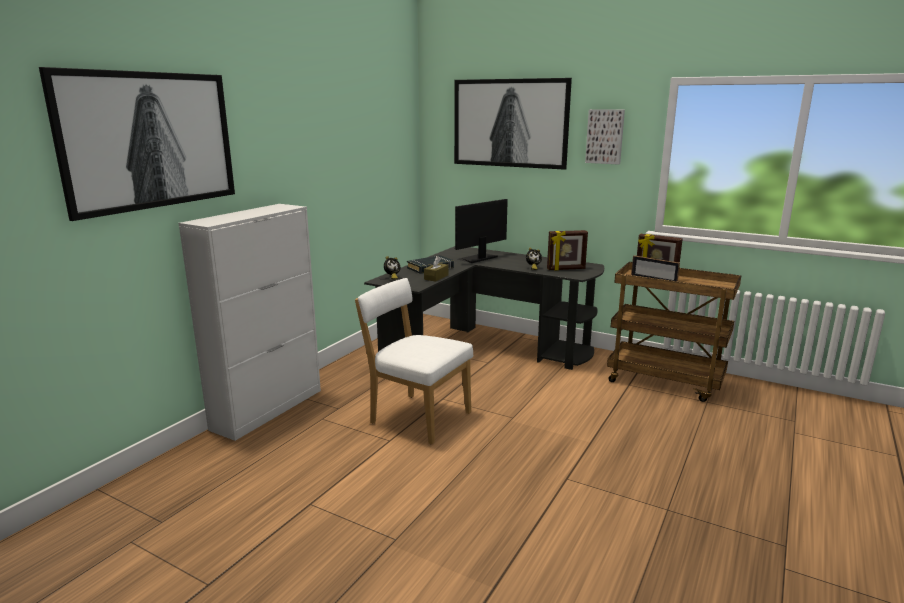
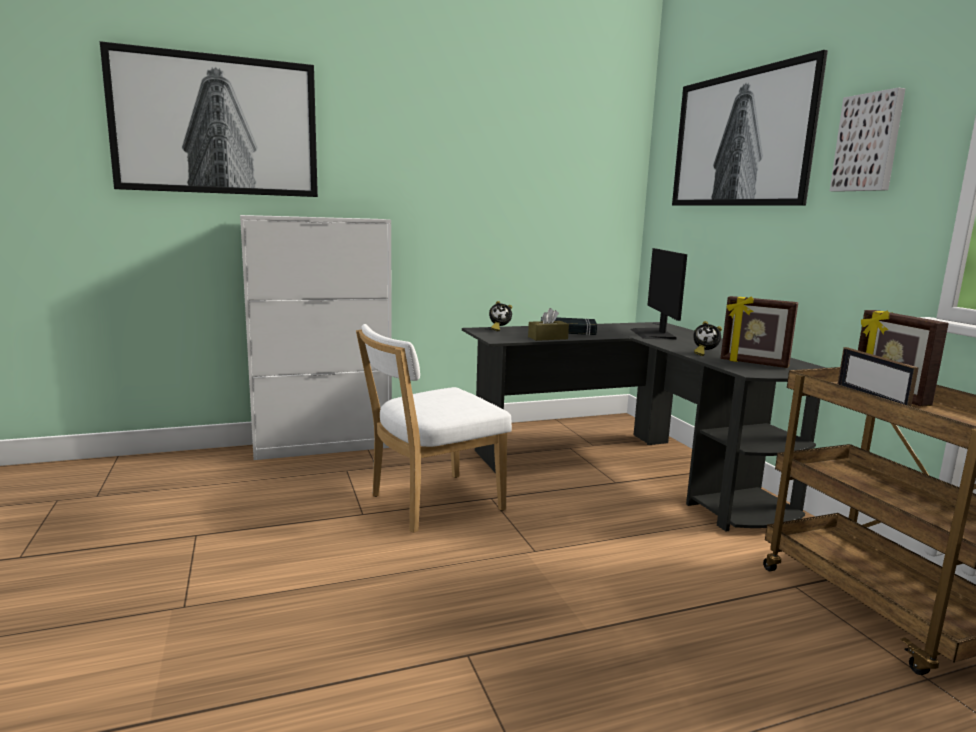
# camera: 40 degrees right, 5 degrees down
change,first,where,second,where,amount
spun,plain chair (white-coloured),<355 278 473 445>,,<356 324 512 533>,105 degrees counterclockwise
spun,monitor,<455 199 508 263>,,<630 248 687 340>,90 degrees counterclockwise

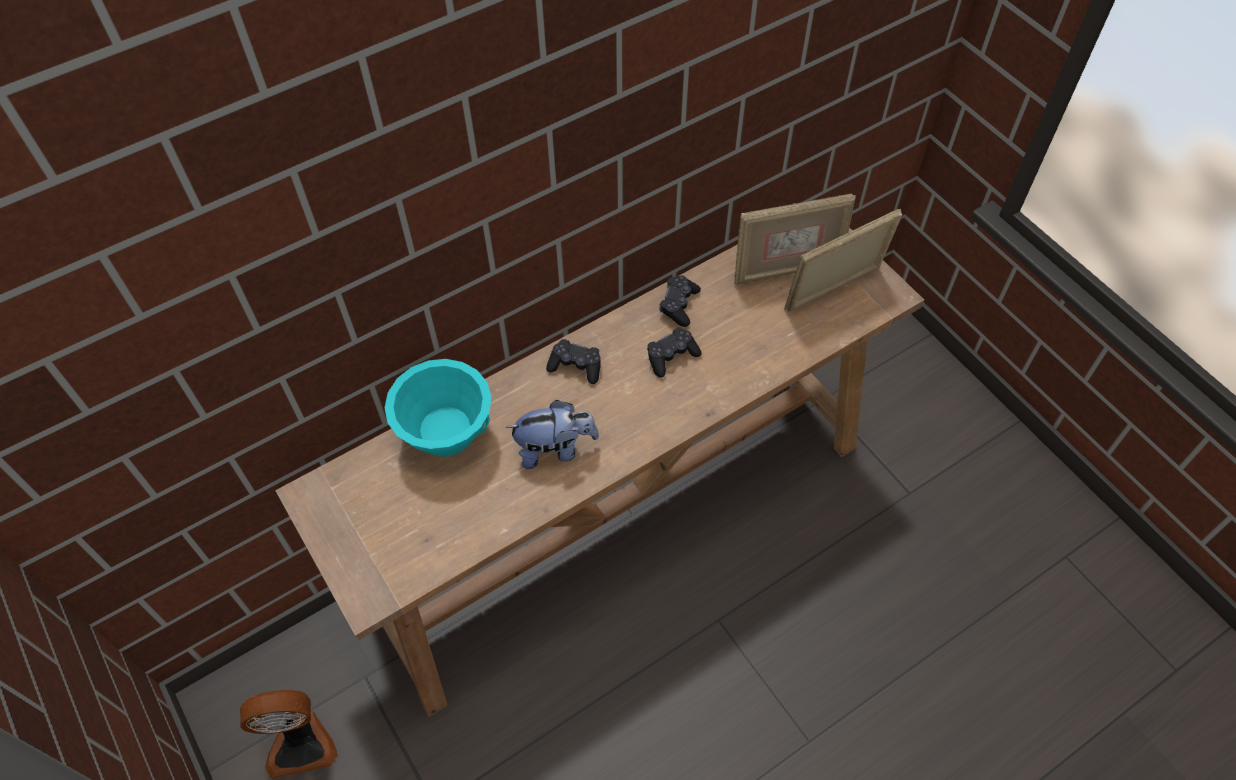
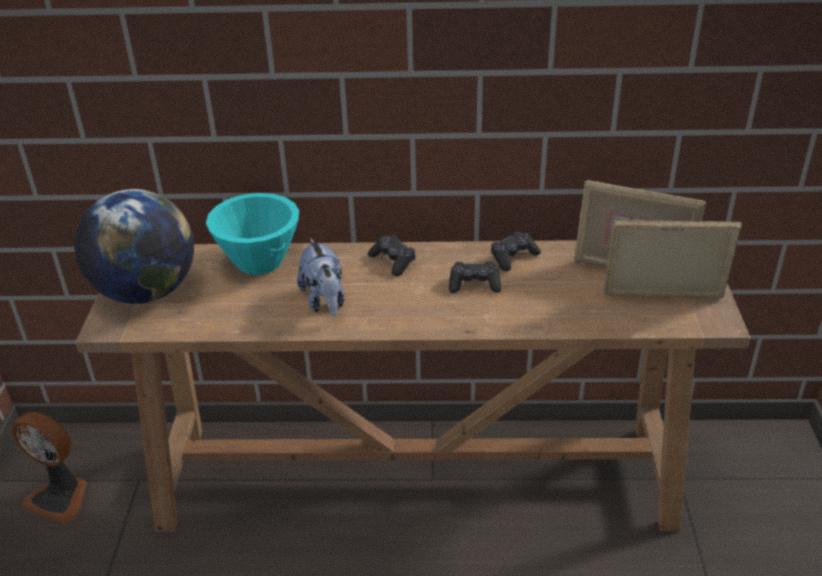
# camera: 35 degrees right, 20 degrees down
change,first,where,second,where,amount
spun,cuddly toy,<506 400 599 469>,,<297 238 345 316>,45 degrees clockwise
appeared,,,world globe,<74 189 194 304>,

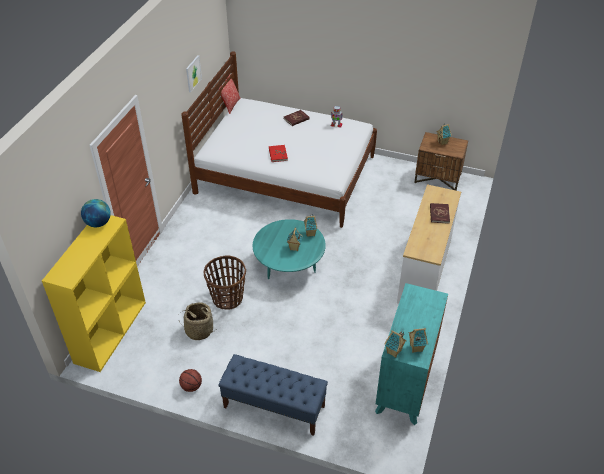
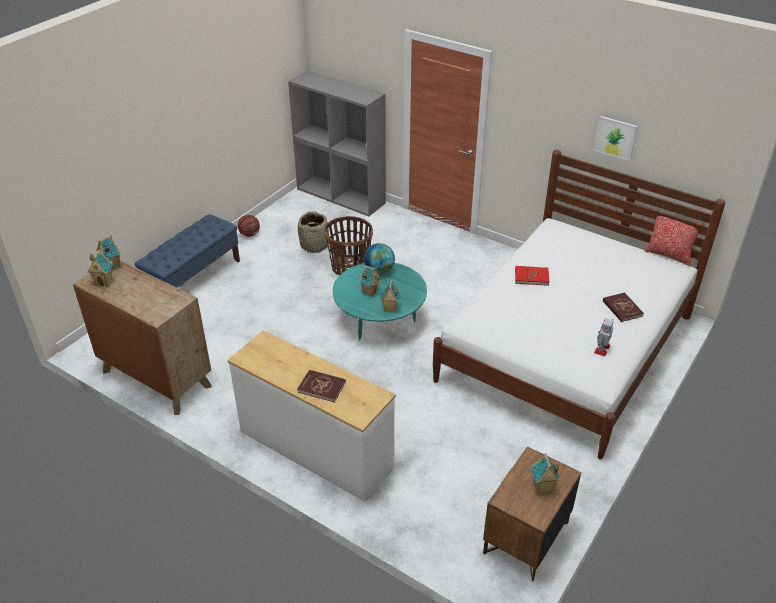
# camera: 105 degrees right, 5 degrees down
change,first,where,second,where,amount
colour,bookshelf (yellowish),<42 215 146 372>,bookshelf (greyish),<288 70 386 217>,
relocated,world globe,<81 199 111 227>,,<364 243 395 274>,
colour,drawer chest (blue-green),<375 283 448 425>,drawer chest (brownish),<73 260 212 415>,

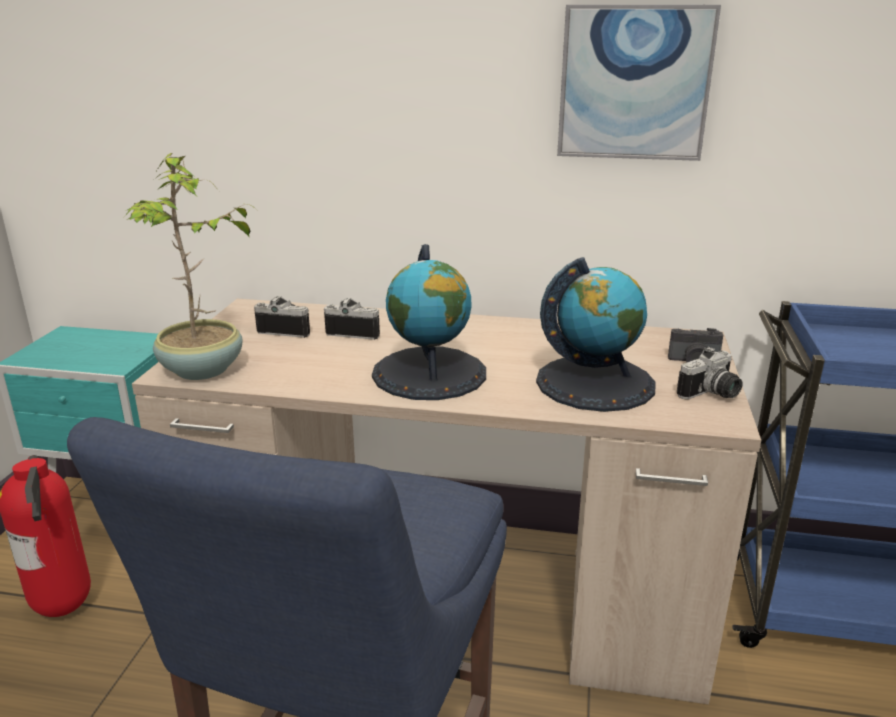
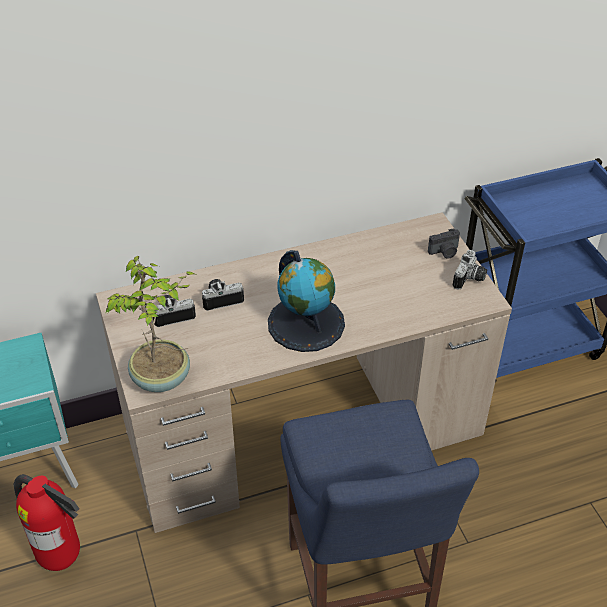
# camera: 30 degrees left, 20 degrees up
change,first,where,second,where,amount
missing,world globe,<536 257 655 412>,,,
missing,wall picture,<557 4 721 161>,,,

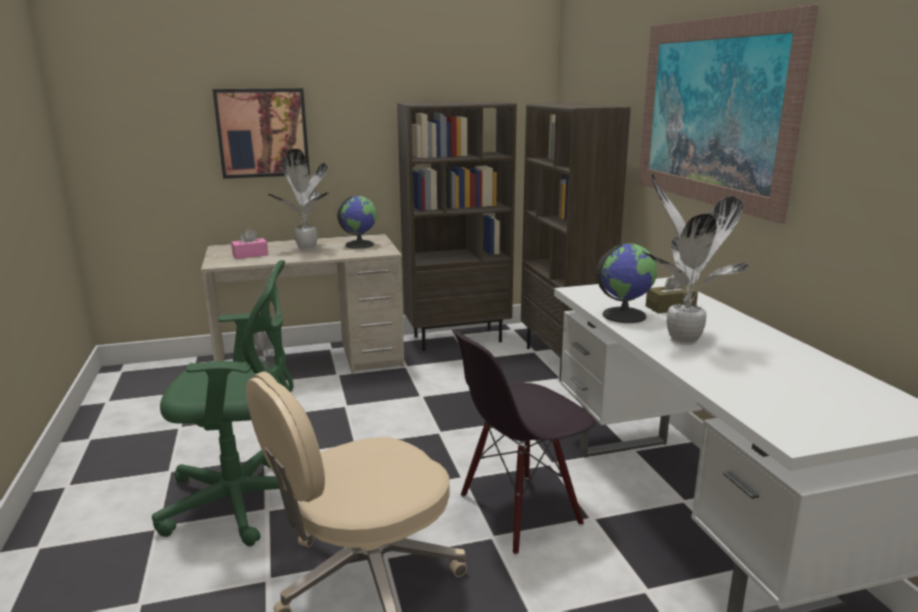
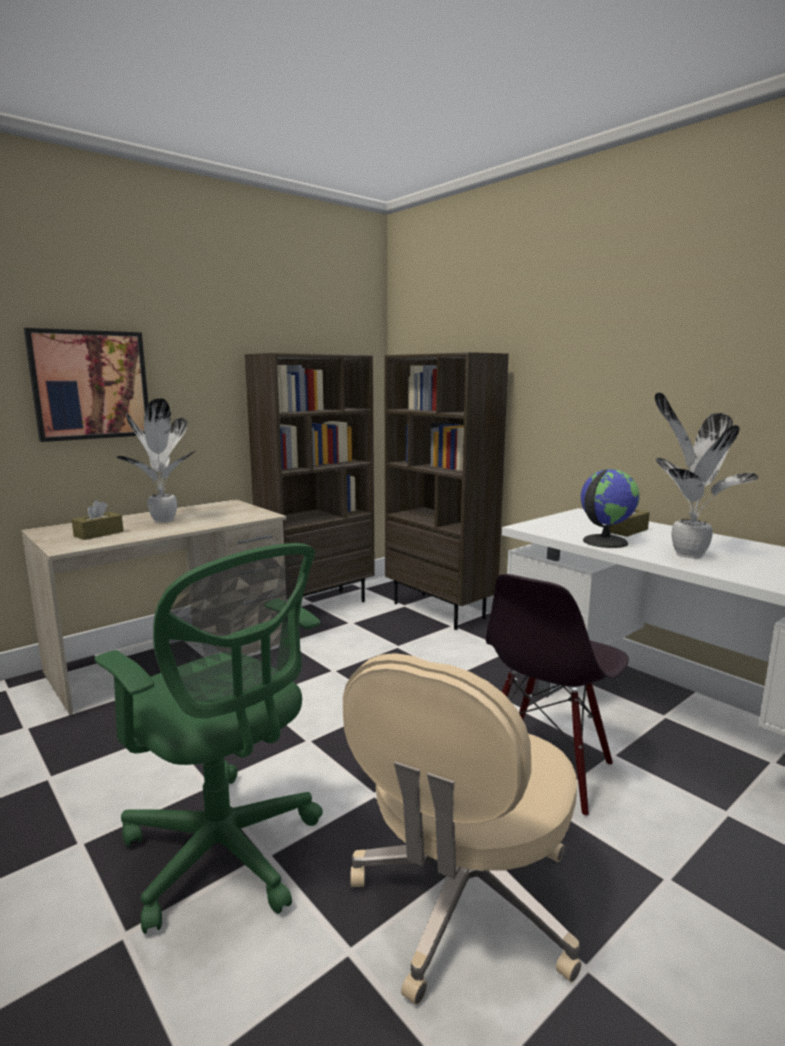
# camera: 25 degrees left, 5 degrees down
change,first,where,second,where,amount
spun,computer chair (green-coloured),<152 260 294 546>,,<95 543 323 934>,75 degrees clockwise
colour,tissue holder (pinkish),<231 229 268 259>,tissue holder (brownish),<72 500 123 540>,
missing,world globe,<337 196 377 249>,,,
missing,wall picture,<638 5 819 224>,,,

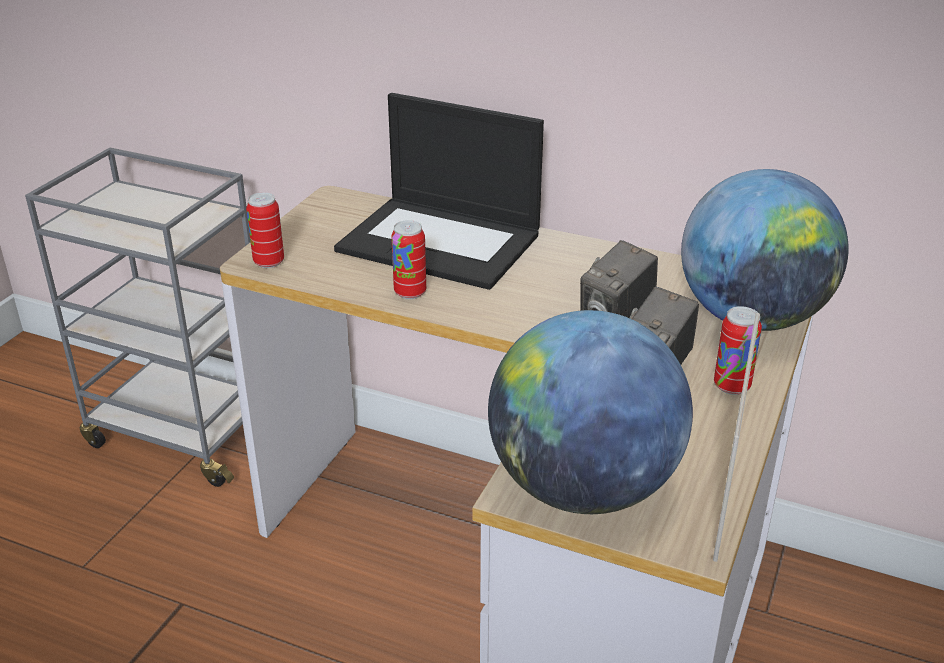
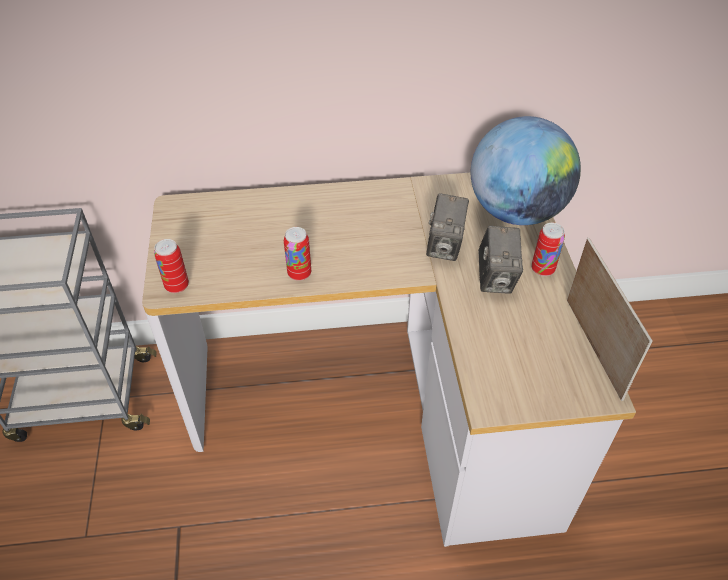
# camera: 30 degrees left, 15 degrees up
change,first,where,second,where,amount
missing,notebook computer,<334 93 544 290>,,,
missing,world globe,<488 310 693 514>,,,

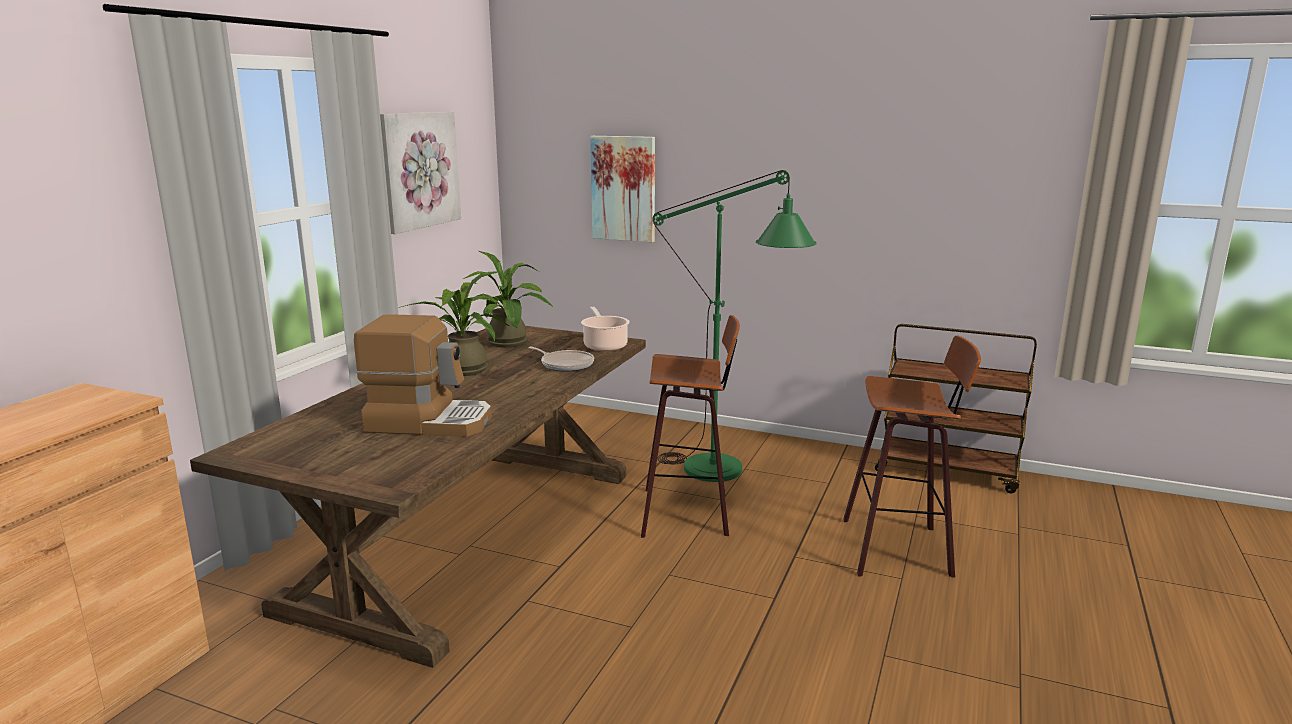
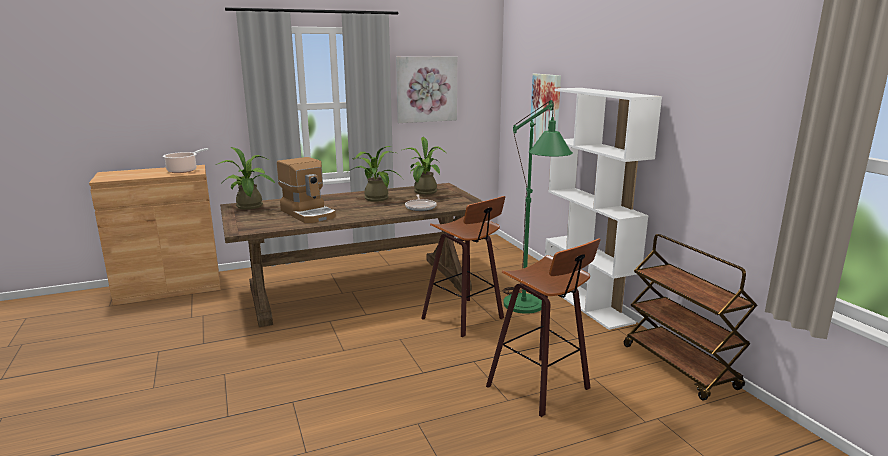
# camera: 45 degrees right, 0 degrees up
change,first,where,second,where,amount
relocated,cooking pot,<581 307 630 351>,,<163 148 209 173>,
appeared,,,houseplant,<215 147 275 210>,
appeared,,,bookshelf (white-coloured),<545 88 662 330>,

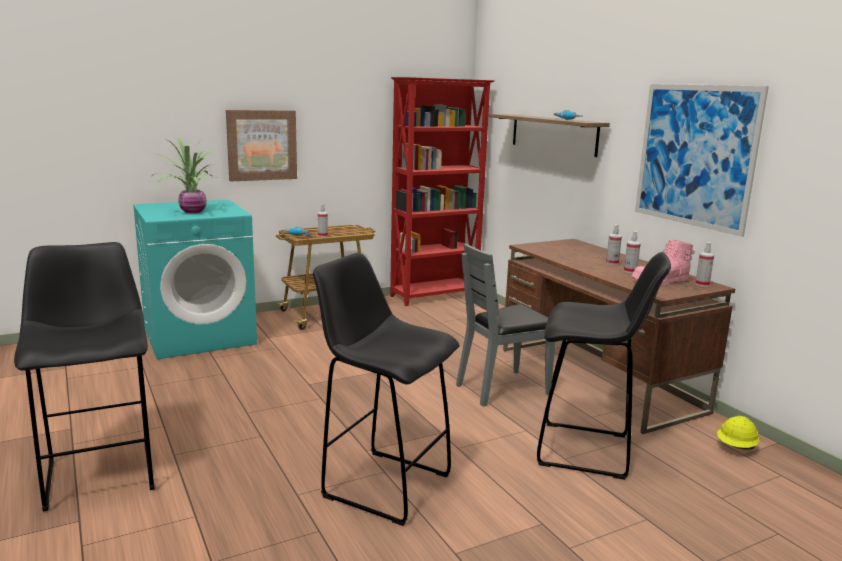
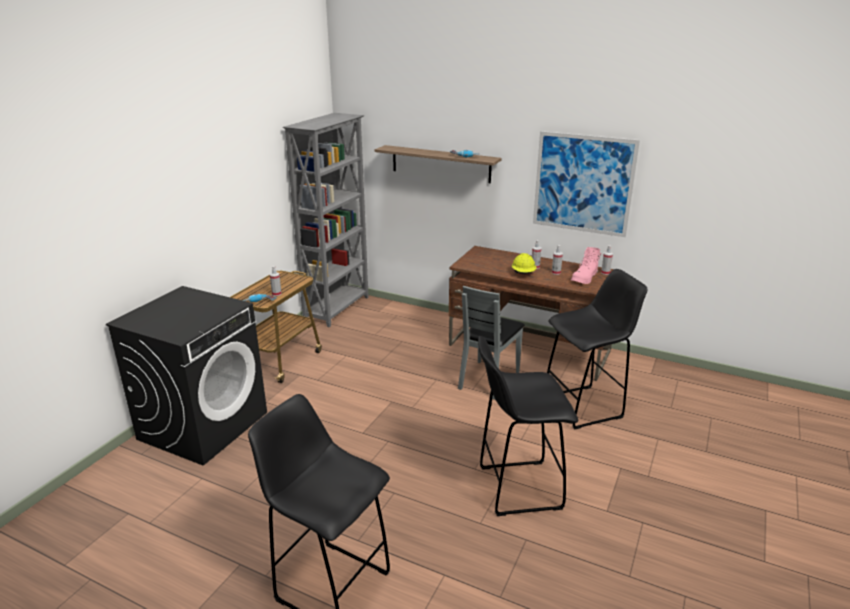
# camera: 35 degrees left, 10 degrees up
change,first,where,second,where,amount
colour,laundry machine (blue-green),<133 200 257 359>,laundry machine (black-coloured),<106 286 267 466>,
missing,houseplant,<153 137 228 213>,,,
missing,wall picture,<226 110 297 182>,,,
colour,bookshelf (red-coloured),<390 77 495 306>,bookshelf (greyish),<283 113 369 327>,
relocated,work helmet (yellowish),<717 416 759 450>,,<512 253 536 274>,

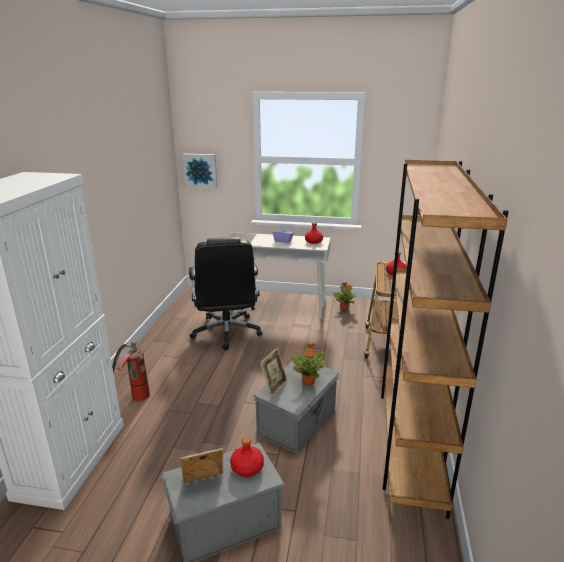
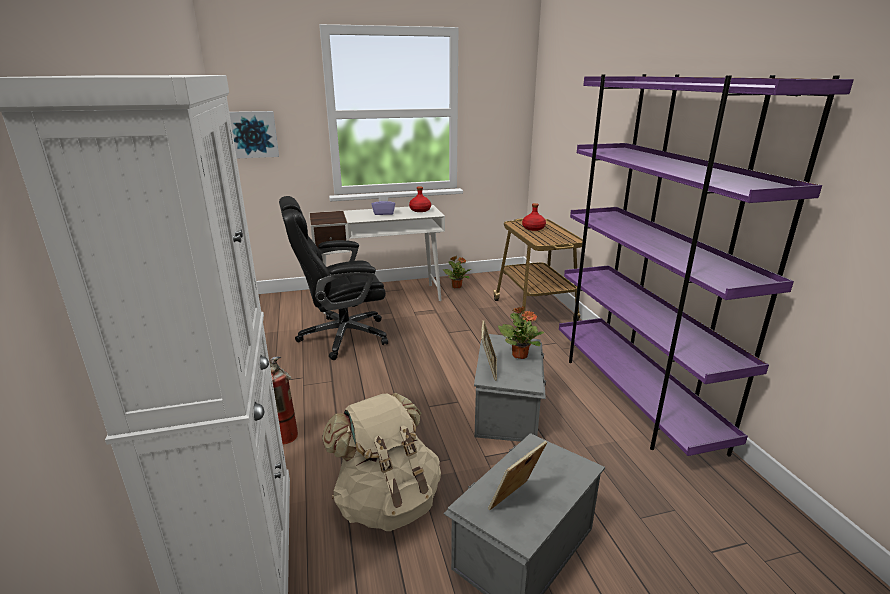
# camera: 25 degrees left, 0 degrees up
change,first,where,second,where,amount
spun,computer chair (black-coloured),<189 237 262 350>,,<279 196 388 360>,105 degrees clockwise
missing,bottle (red-coloured),<230 437 264 477>,,,
colour,bookshelf (brownish),<381 160 509 519>,bookshelf (purple-coloured),<559 74 854 457>,
appeared,,,backpack (beige),<322 393 441 531>,

